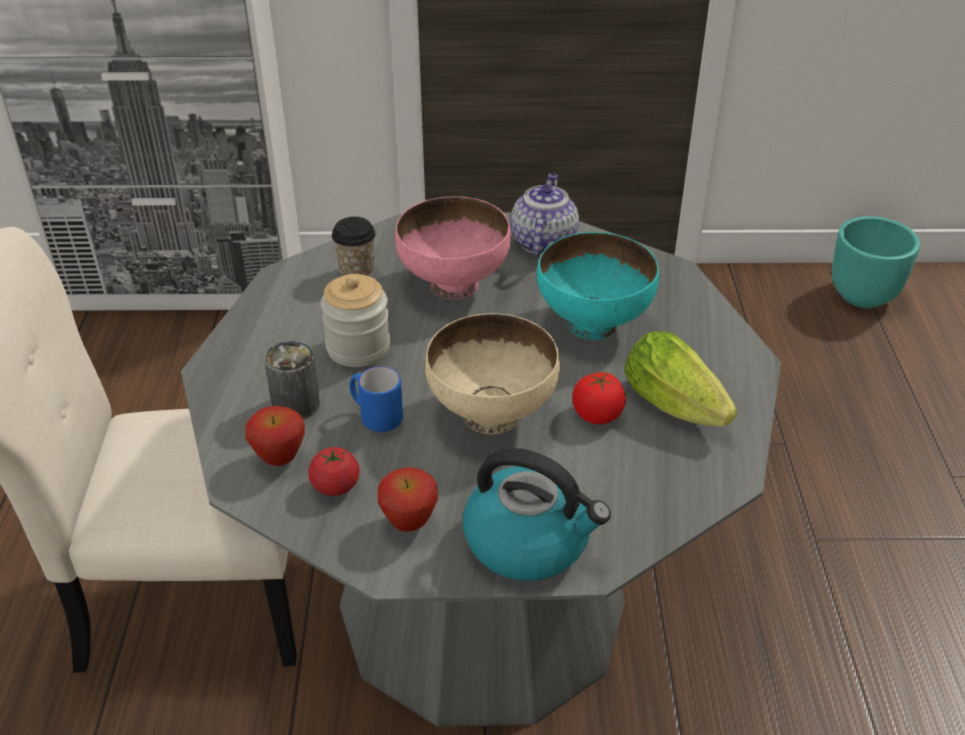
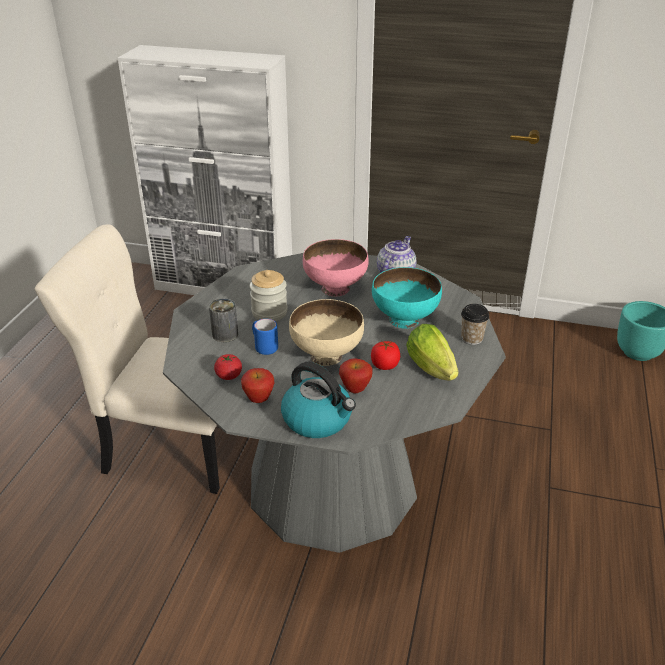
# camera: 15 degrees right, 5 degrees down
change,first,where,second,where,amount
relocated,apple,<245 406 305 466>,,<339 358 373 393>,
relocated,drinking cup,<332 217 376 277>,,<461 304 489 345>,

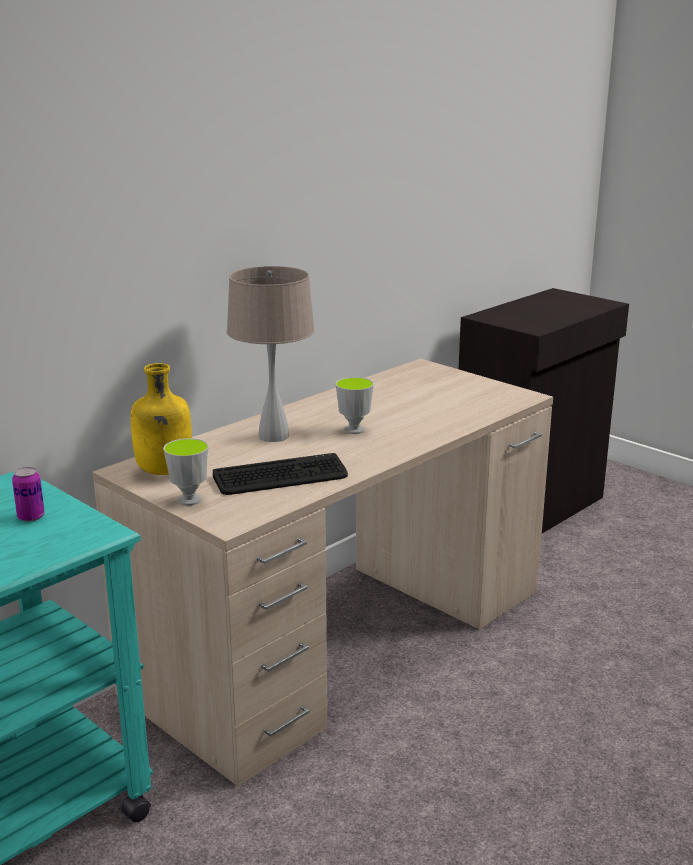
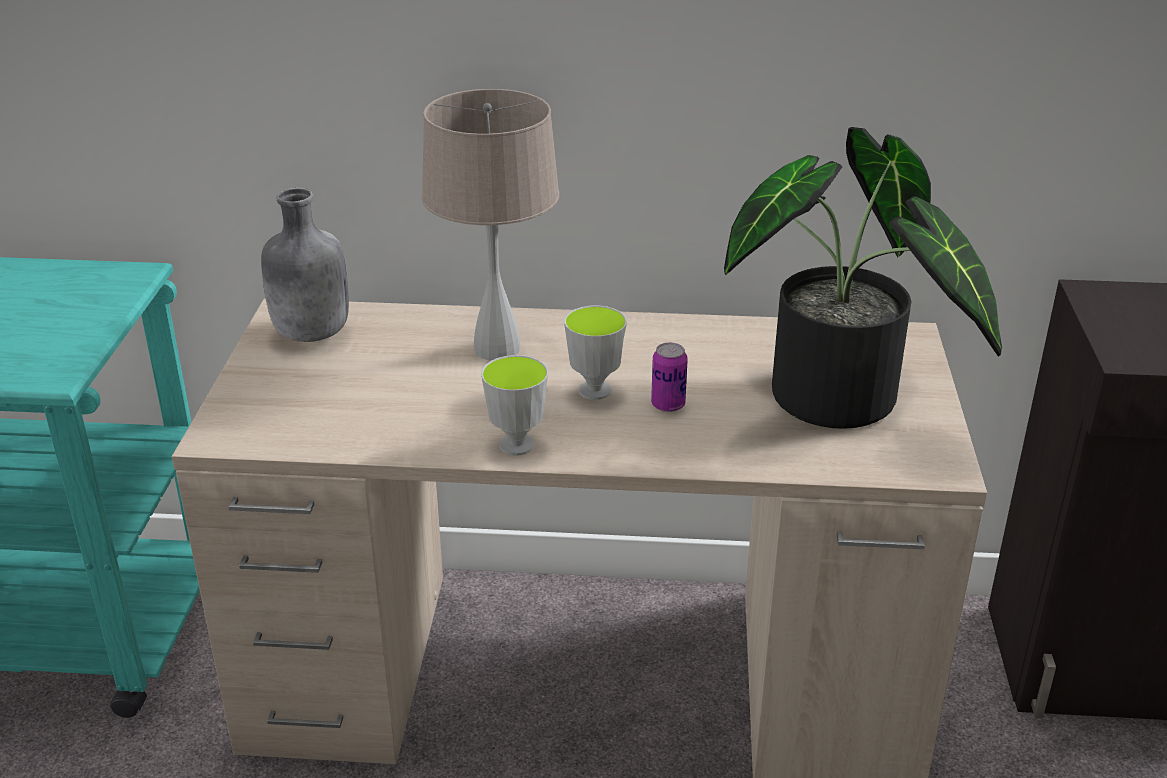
# camera: 50 degrees right, 10 degrees up
change,first,where,second,where,amount
relocated,can,<12 467 45 522>,,<651 343 688 412>,
colour,bottle (yellowish),<131 363 192 475>,bottle (greyish),<261 188 349 342>,
relocated,drinking cup,<163 438 209 506>,,<481 355 548 456>,
missing,computer keyboard,<213 453 348 495>,,,
appeared,,,houseplant,<724 127 1002 429>,

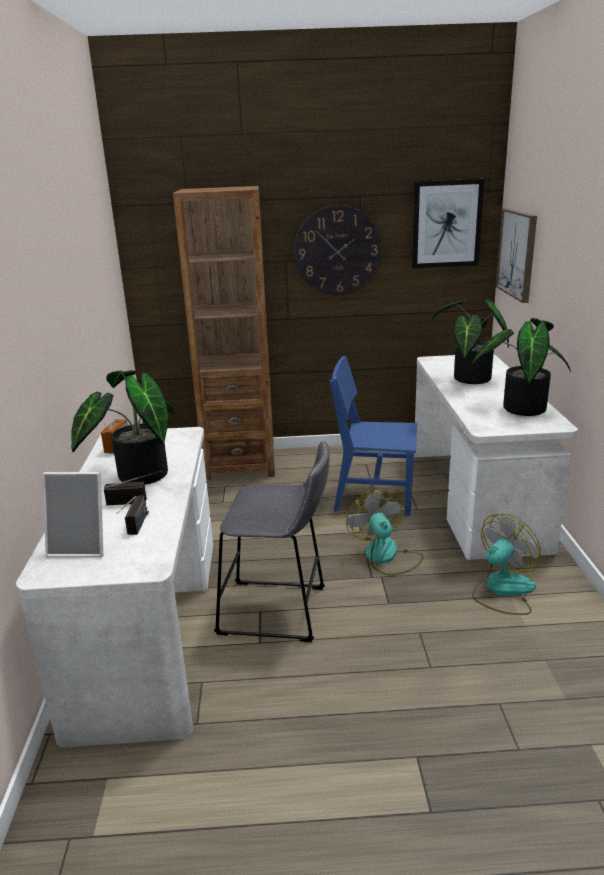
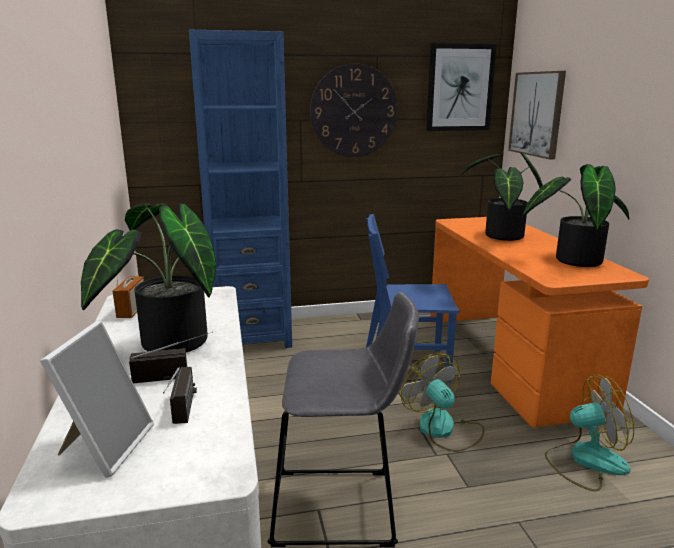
# camera: 10 degrees left, 5 degrees down
change,first,where,second,where,amount
spun,photo frame,<43 472 103 558>,,<40 321 154 478>,75 degrees counterclockwise
colour,bookshelf (brownish),<173 186 275 480>,bookshelf (blue),<189 30 292 348>,
colour,desk table (white-coloured),<414 354 578 560>,desk table (orange),<430 217 649 428>,
spun,cooling fan,<472 514 541 615>,,<545 374 634 491>,45 degrees clockwise

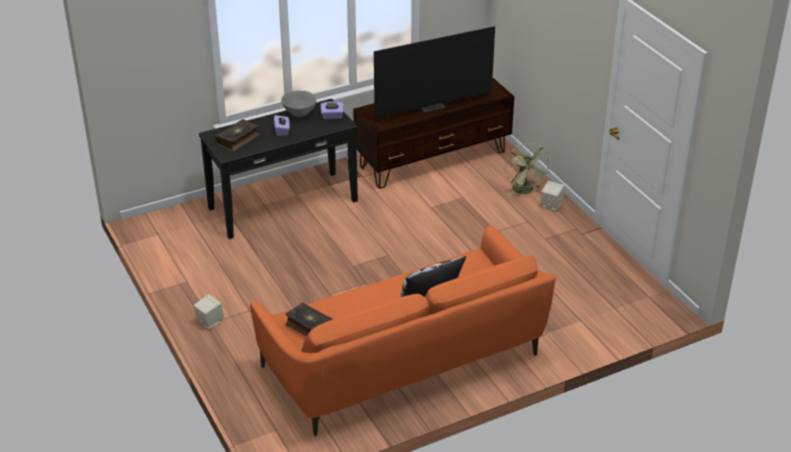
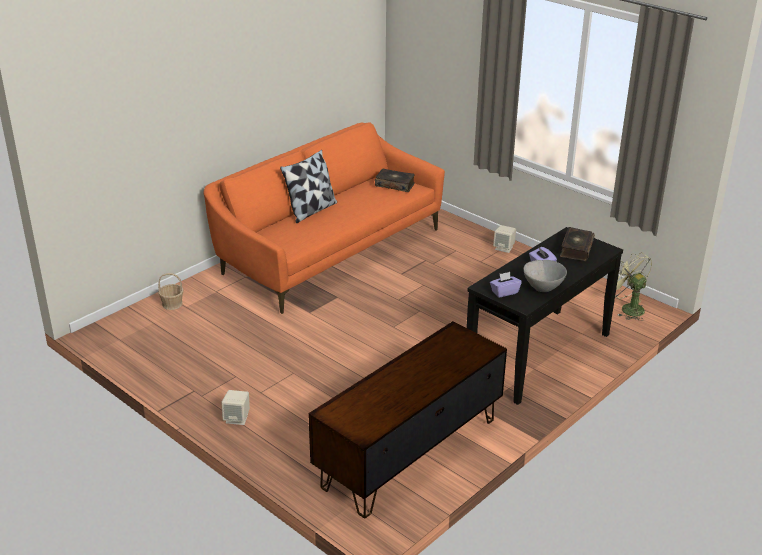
# camera: 160 degrees right, 5 degrees down
change,first,where,second,where,amount
missing,TV set,<374 26 495 118>,,,
relocated,cooling fan (green-coloured),<504 143 551 196>,,<615 252 652 321>,
appeared,,,storage basket,<158 273 183 310>,

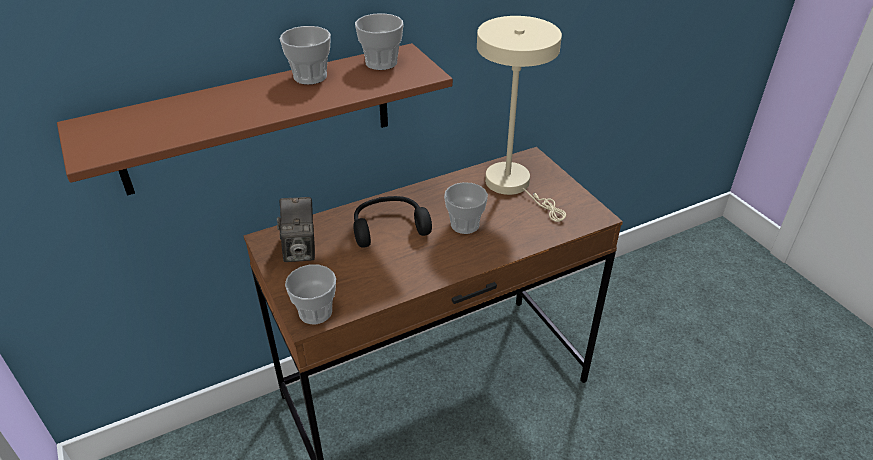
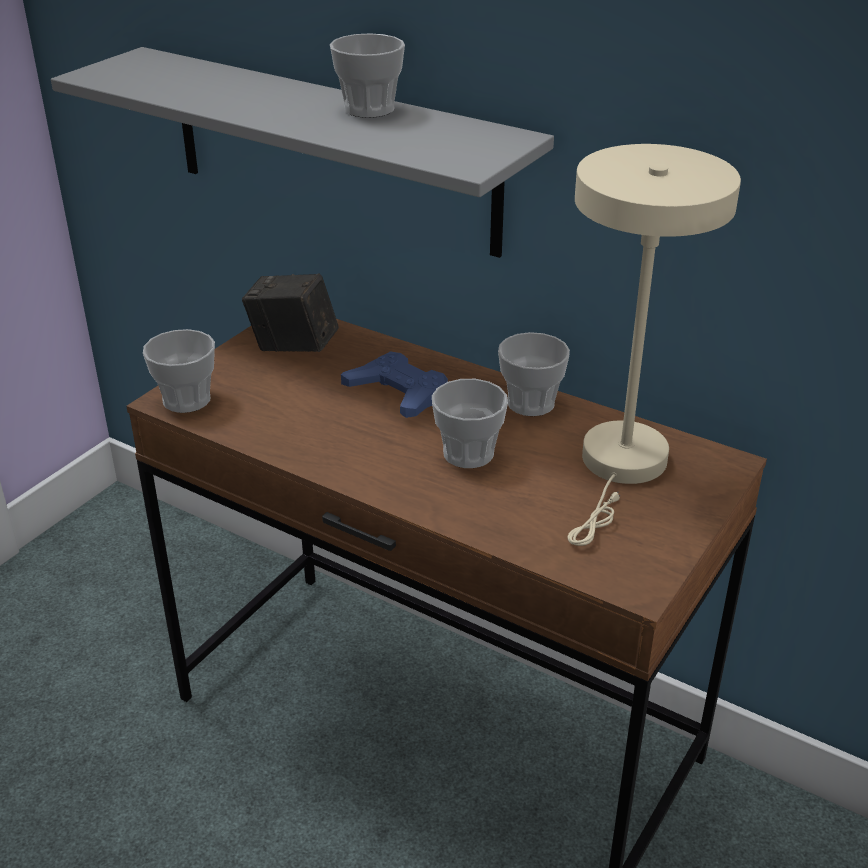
# camera: 60 degrees right, 5 degrees down
change,first,where,second,where,amount
colour,bracket shelf (brownish),<57 43 453 195>,bracket shelf (greyish),<51 47 554 258>,
spun,photo camera,<277 197 315 262>,,<242 273 339 352>,60 degrees clockwise
exchanged,headphones (black-coloured),<354 196 432 248>,gamepad (blue),<341 352 448 418>,
relocated,drinking cup,<355 13 404 70>,,<498 332 570 416>,

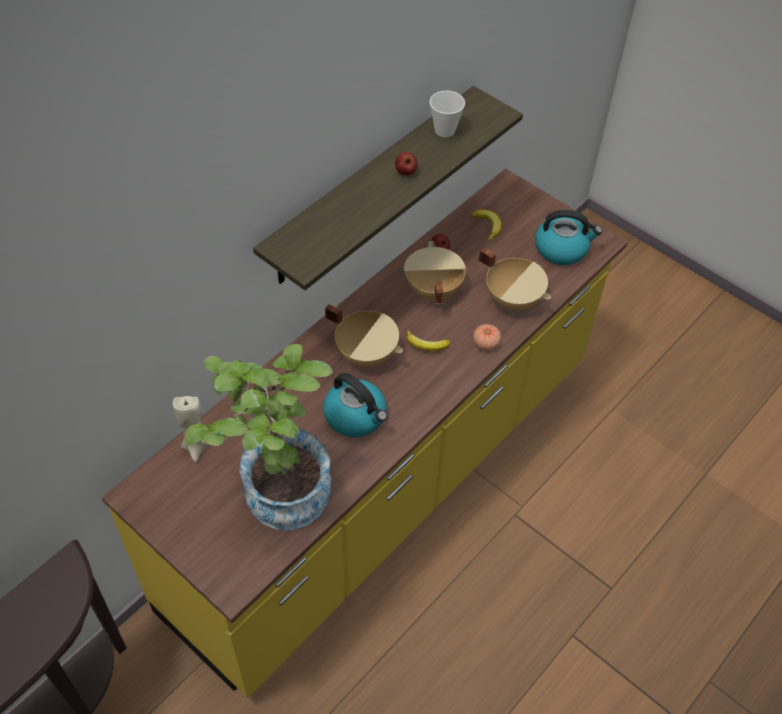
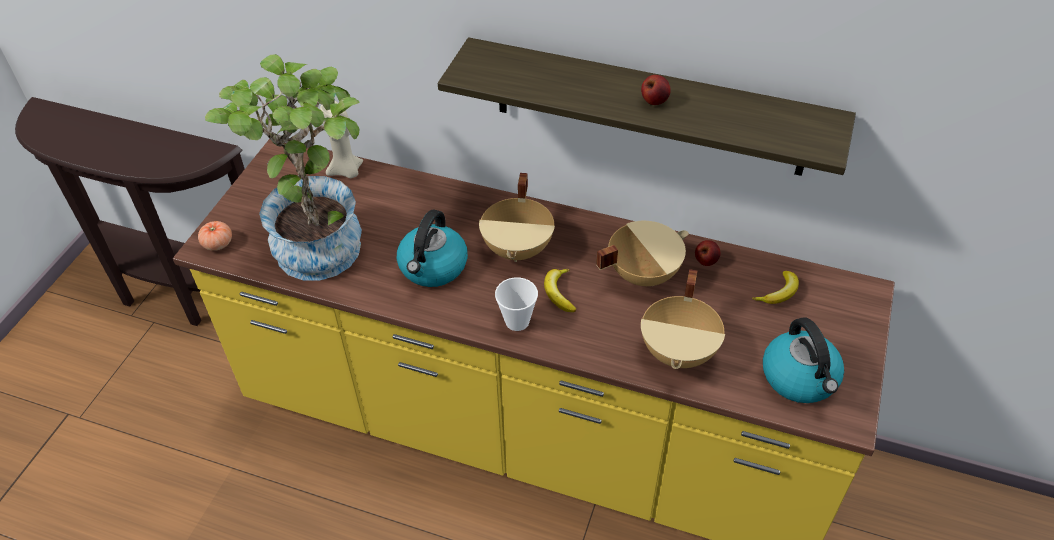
# camera: 70 degrees right, 5 degrees down
change,first,where,second,where,amount
relocated,drinking cup,<430 91 465 137>,,<495 277 538 331>,
relocated,fresh tomato,<473 324 501 350>,,<198 221 232 251>,

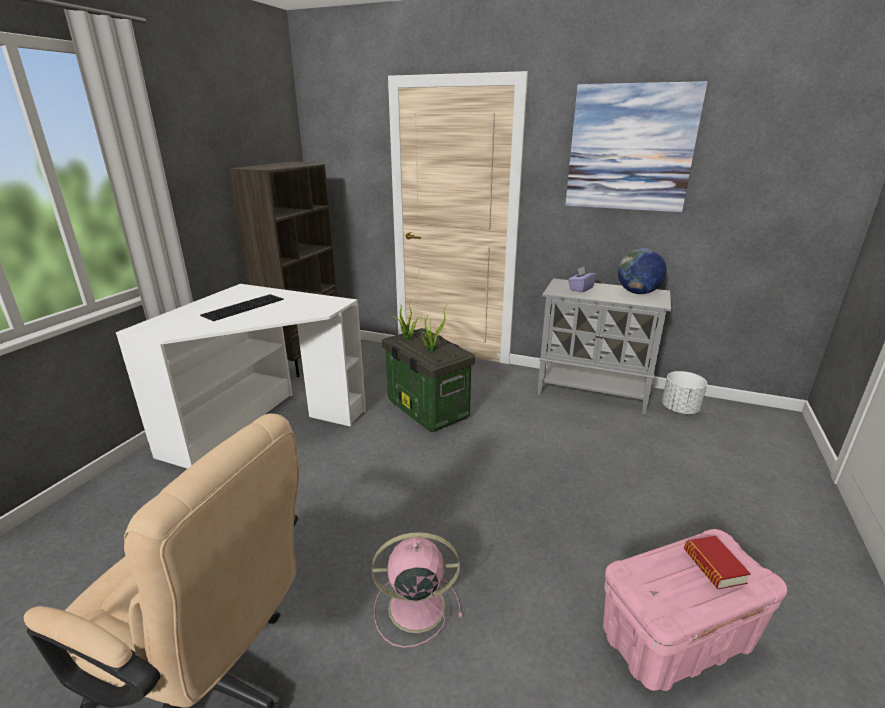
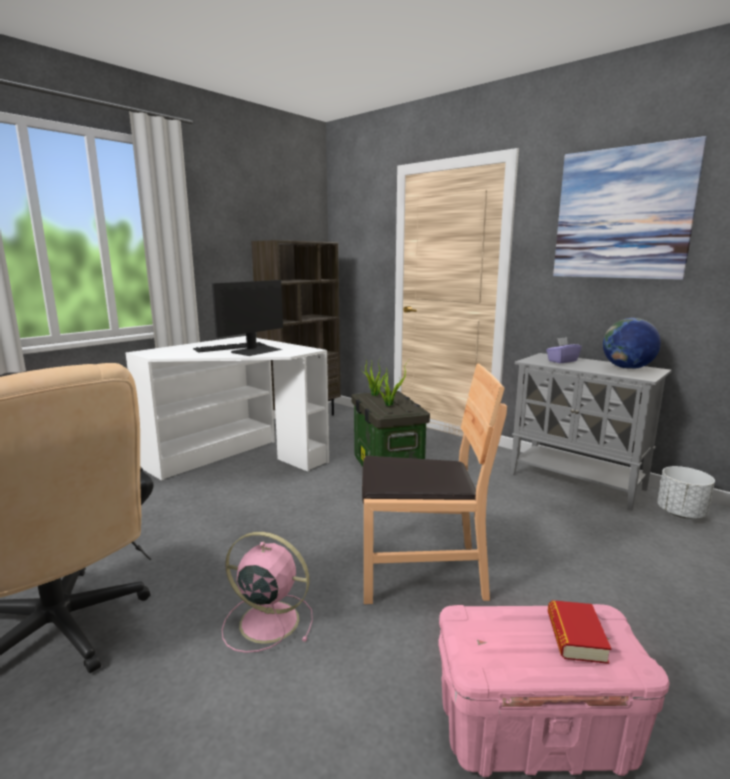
# camera: 20 degrees right, 10 degrees down
change,first,where,second,where,amount
appeared,,,monitor,<212 280 283 356>,
appeared,,,plain chair (brownish),<362 364 507 604>,

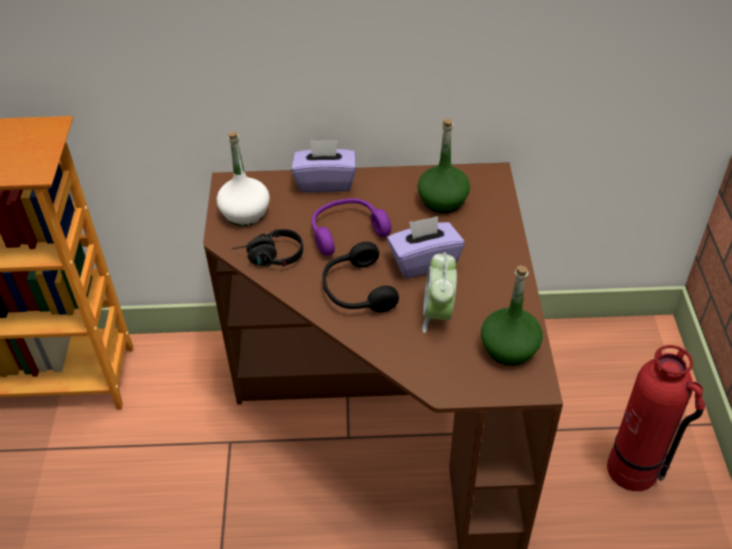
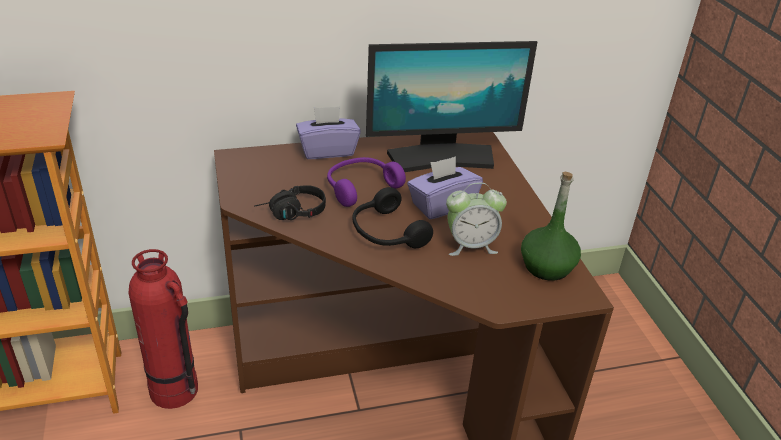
# camera: 15 degrees left, 10 degrees down
change,first,where,second,where,amount
missing,bottle (white-coloured),<217 132 270 226>,,,
exchanged,bottle (green-coloured),<418 119 470 213>,monitor,<366 41 537 172>,
spun,table clock,<422 252 457 333>,,<446 183 507 256>,90 degrees counterclockwise
relocated,fire extinguisher,<607 345 705 491>,,<128 249 198 409>,

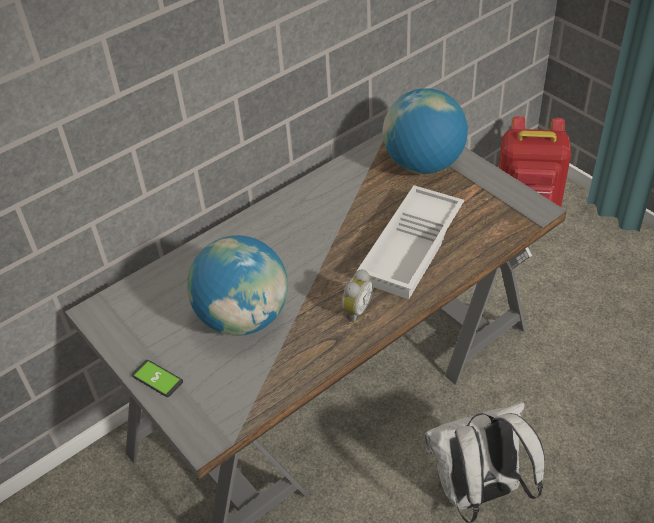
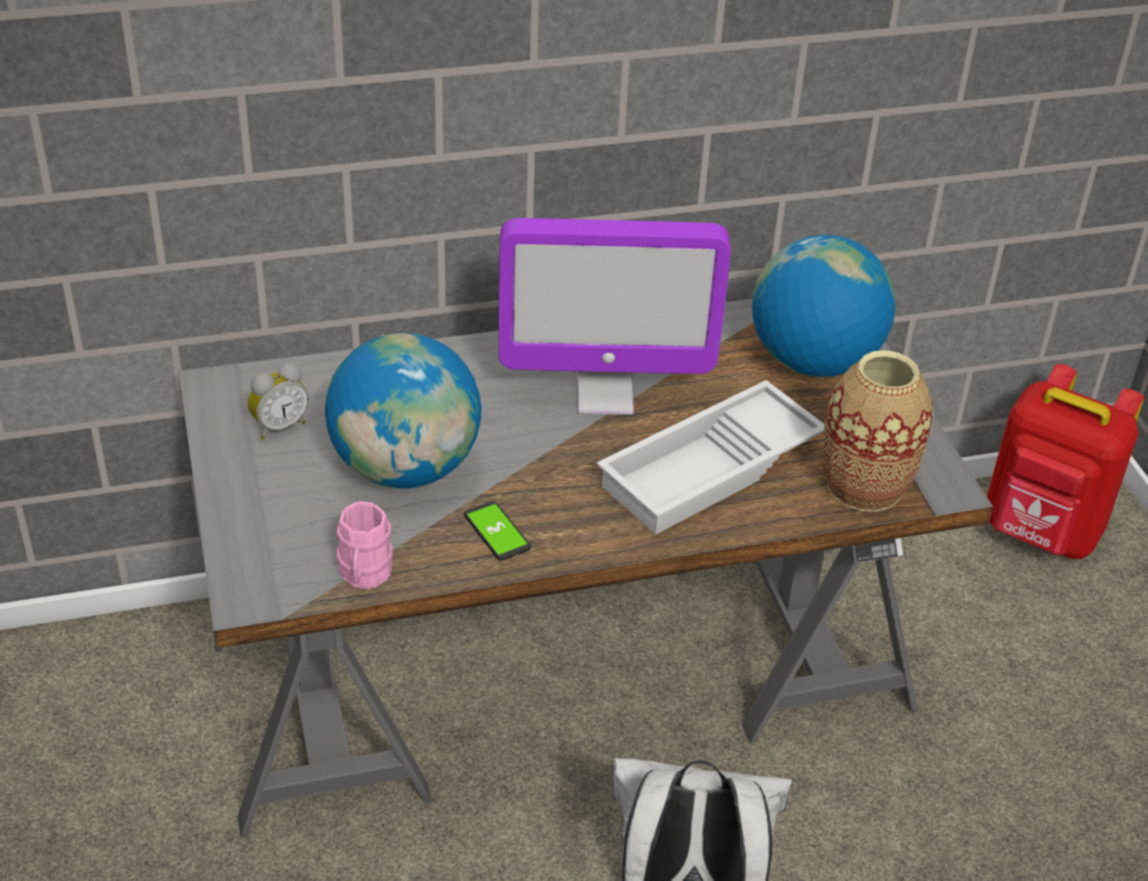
# camera: 20 degrees right, 5 degrees down
change,first,where,second,where,amount
relocated,handset,<132 360 183 397>,,<464 501 531 561>,
relocated,table clock,<342 269 373 323>,,<248 363 309 440>,
appeared,,,tea mug (pinkish),<336 501 393 589>,
appeared,,,monitor,<498 218 731 415>,
appeared,,,vase,<823 350 933 512>,

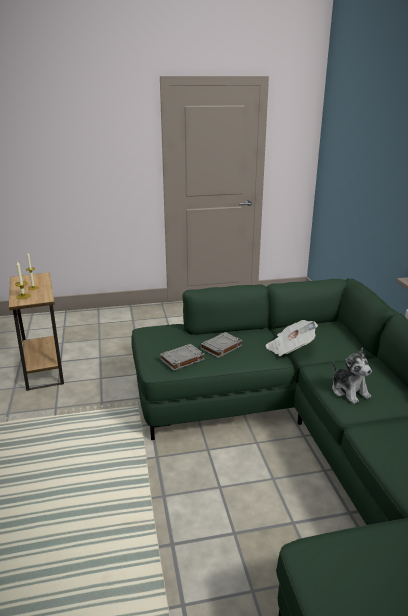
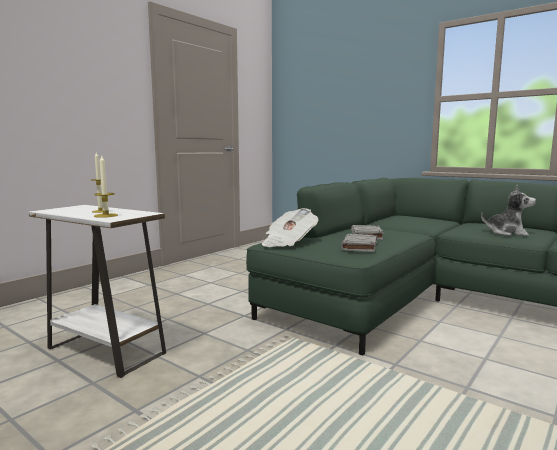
# camera: 40 degrees left, 15 degrees down
change,first,where,second,where,amount
colour,side table (brownish),<9 272 64 391>,side table (white-coloured),<29 205 166 378>,
relocated,printed paper,<266 320 318 356>,,<262 208 318 247>,

